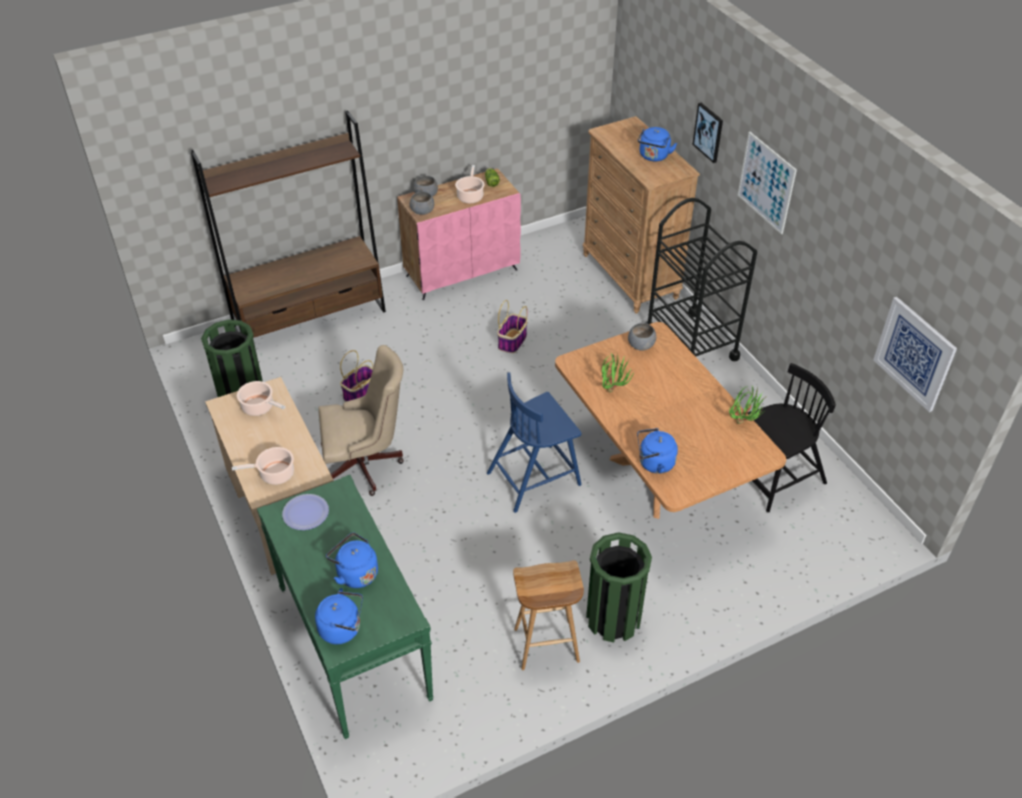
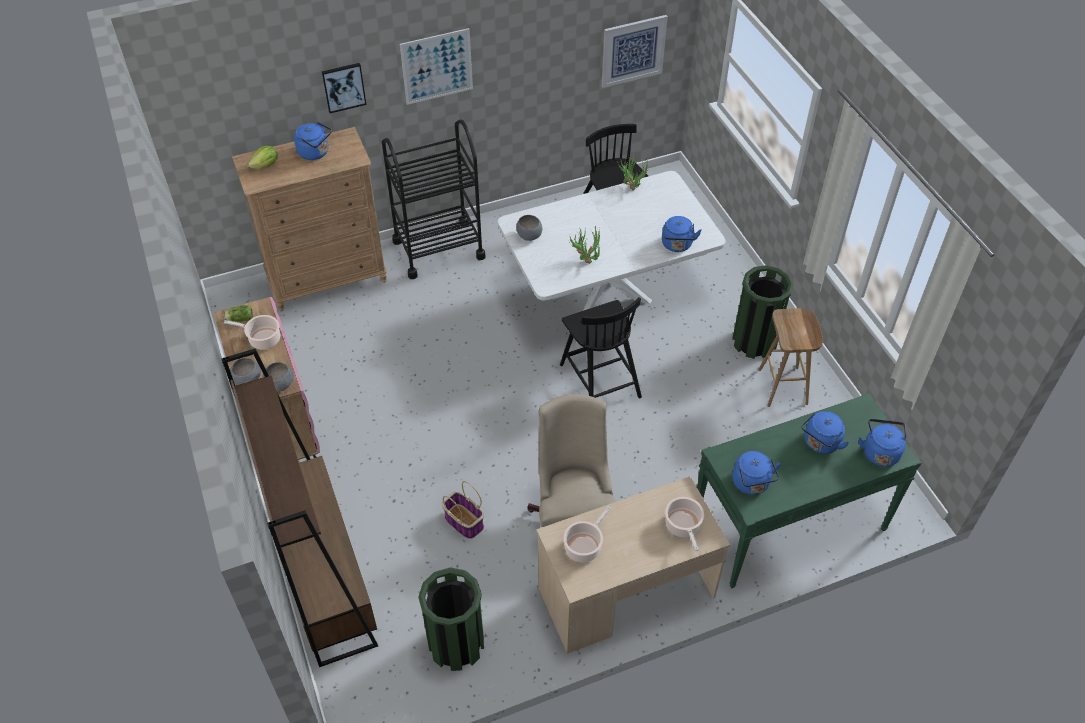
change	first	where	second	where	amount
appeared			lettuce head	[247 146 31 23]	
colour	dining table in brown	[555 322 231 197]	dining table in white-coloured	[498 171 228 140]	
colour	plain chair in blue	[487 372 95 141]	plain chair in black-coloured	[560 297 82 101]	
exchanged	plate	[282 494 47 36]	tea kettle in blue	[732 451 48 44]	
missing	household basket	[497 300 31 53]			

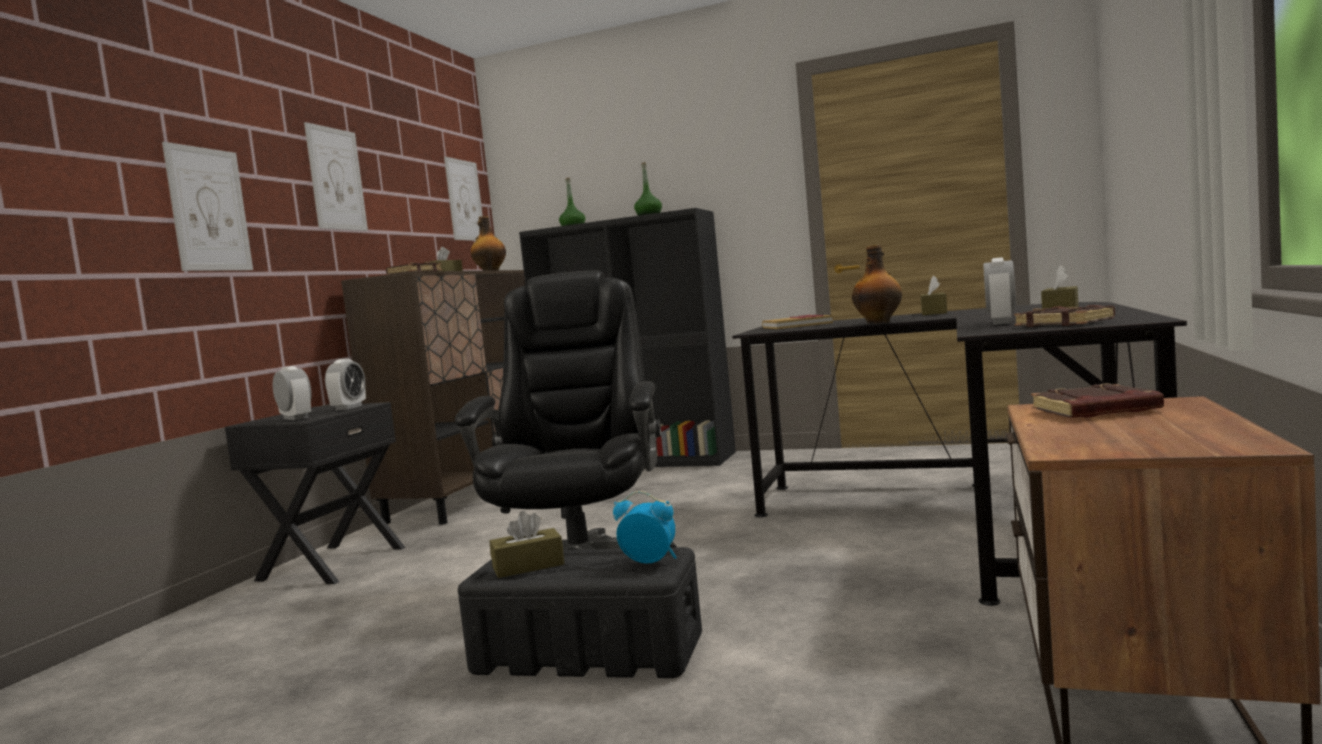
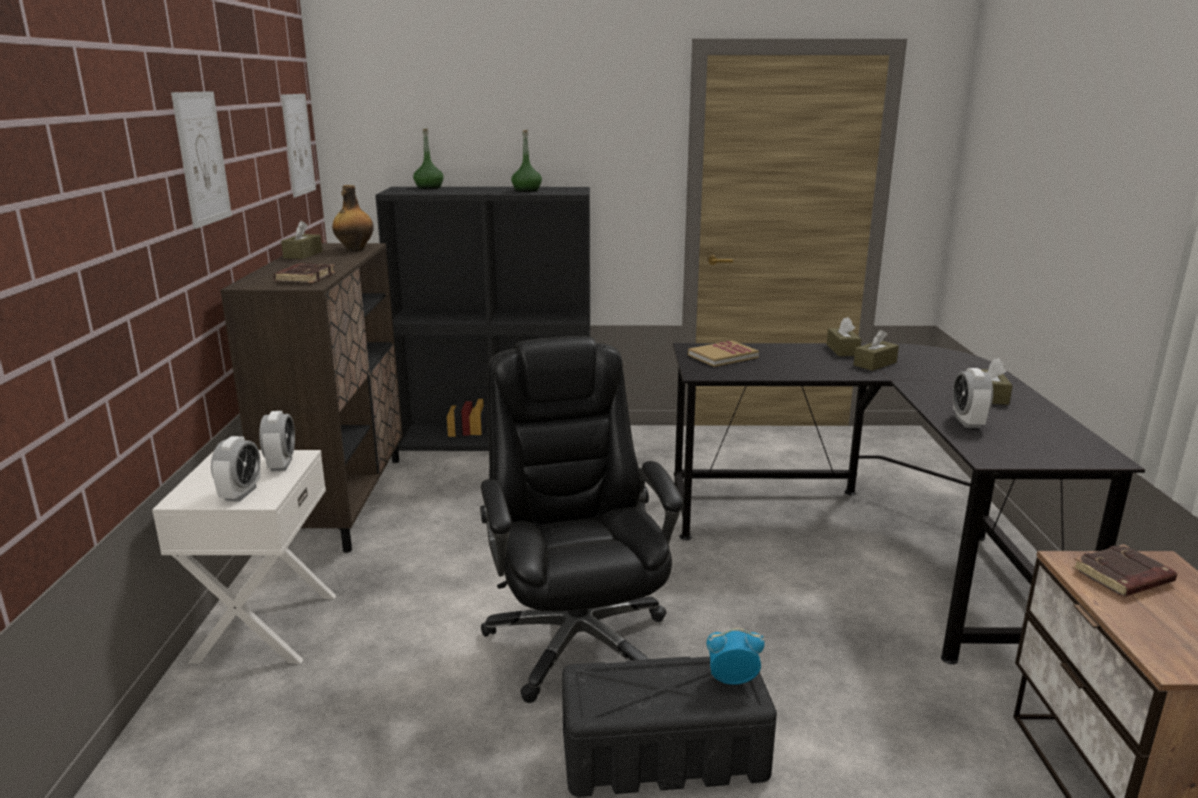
change	first	where	second	where	amount
colour	bedside table in black-coloured	[225 402 181 182]	bedside table in white-coloured	[152 450 184 214]	
spun	bedside clock	[273 366 39 54]		[211 436 50 66]	75 degrees clockwise
relocated	tissue box in brown	[490 511 75 67]		[853 330 46 41]	
missing	picture	[162 142 91 129]			
missing	drink bottle	[852 244 50 80]			
missing	bound book in brown	[1014 305 101 22]			

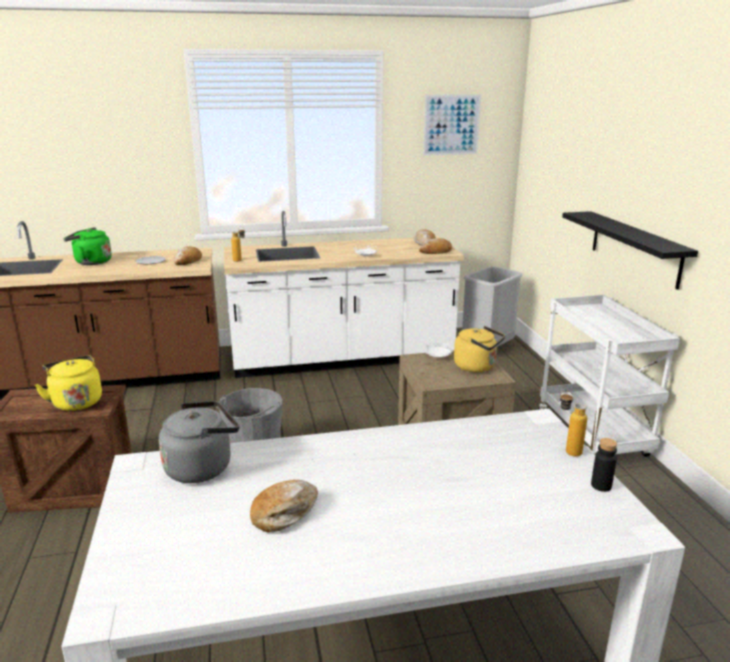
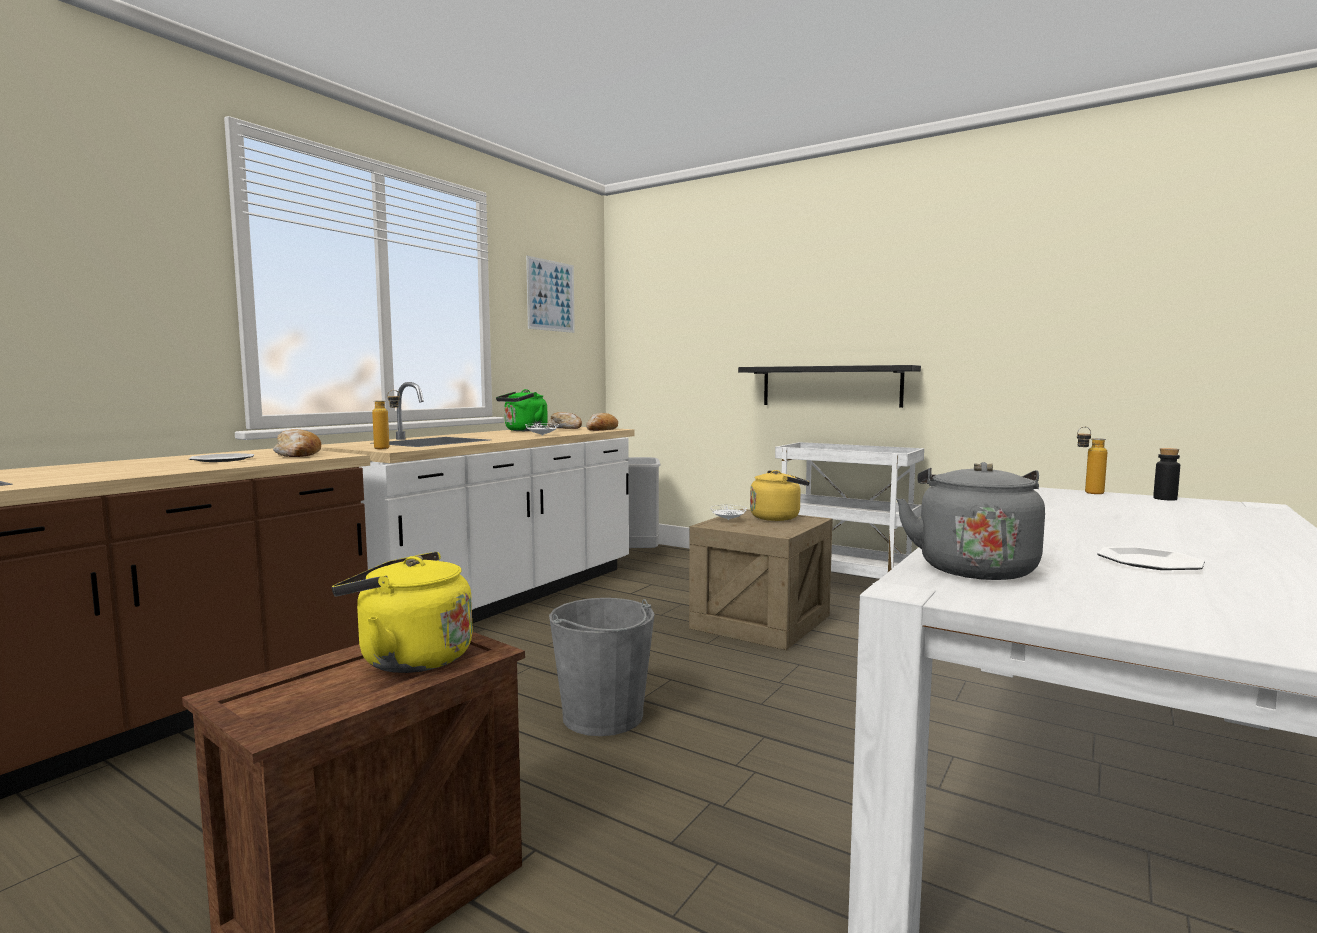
change	first	where	second	where	amount
relocated	tea kettle in green	[64 227 48 38]		[496 389 52 42]	
exchanged	bread	[250 480 68 52]	plate	[1097 546 108 24]	

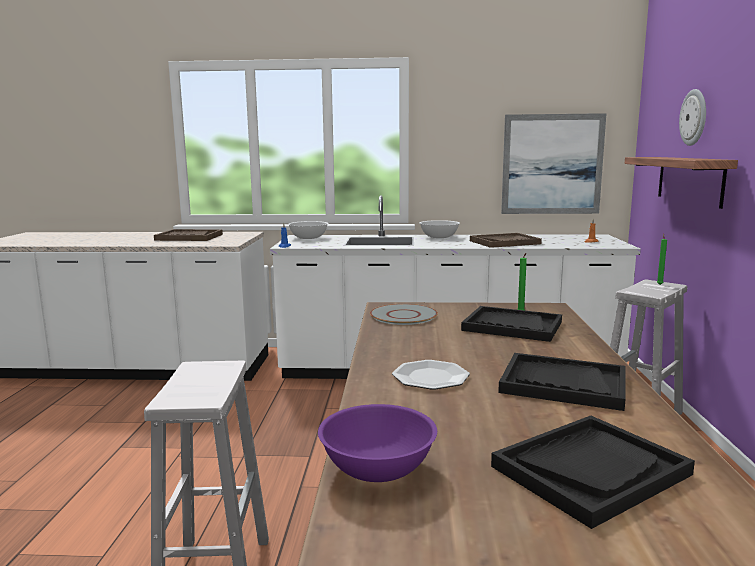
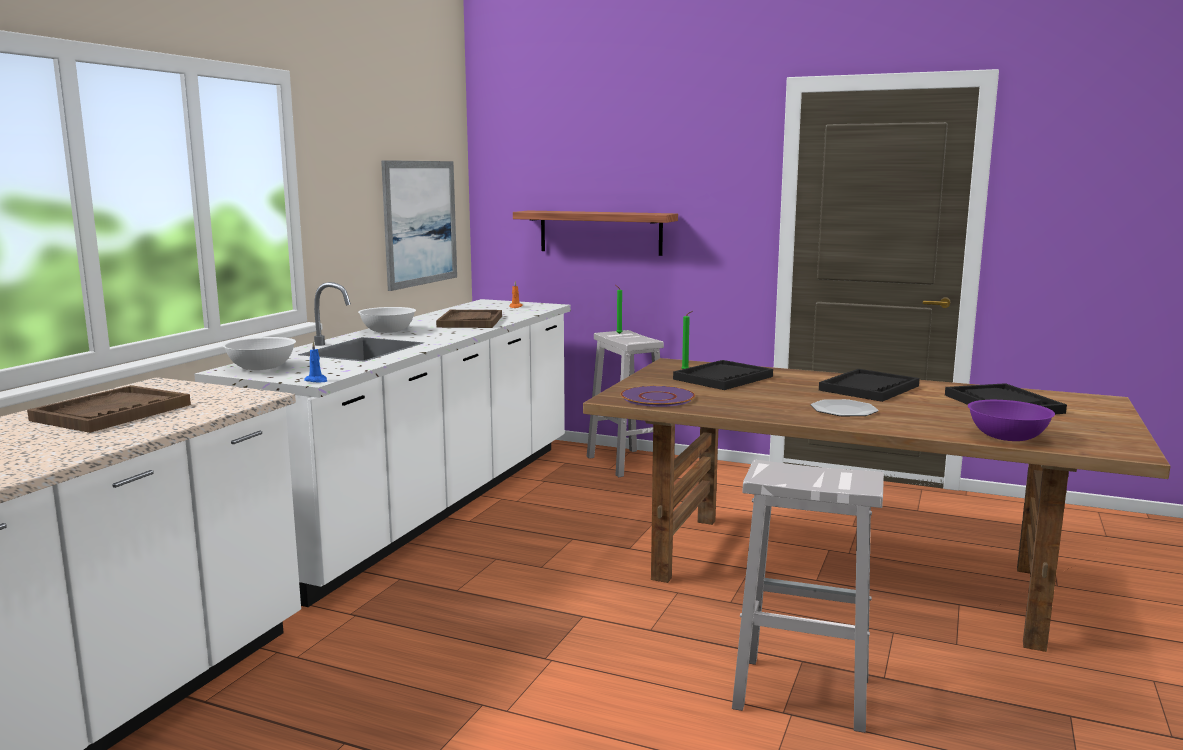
change	first	where	second	where	amount
colour	plate in greyish	[370 304 68 21]	plate in purplish	[620 386 75 21]	
missing	clock on the wall	[679 89 27 57]			

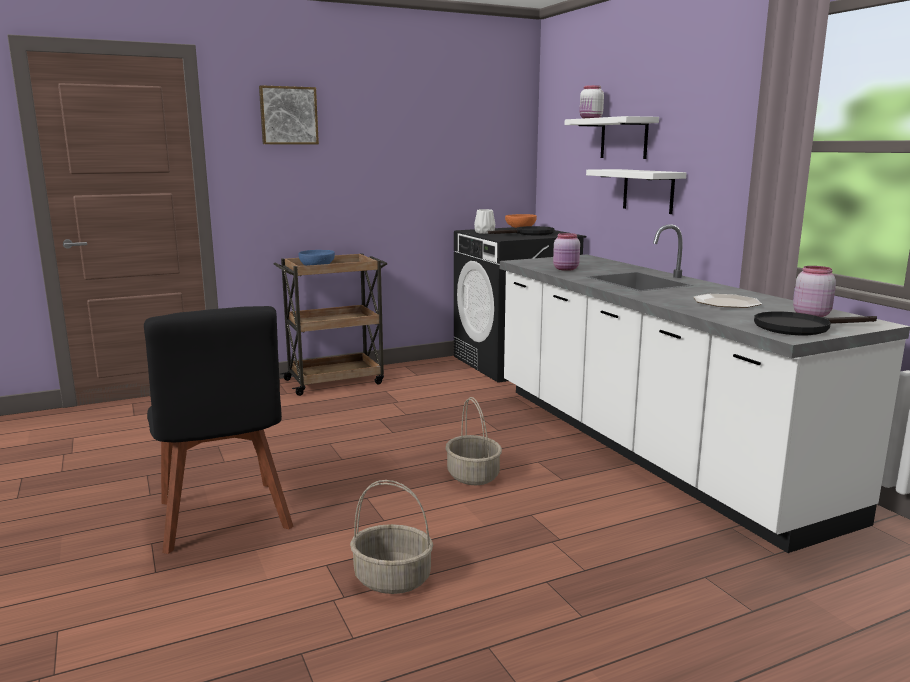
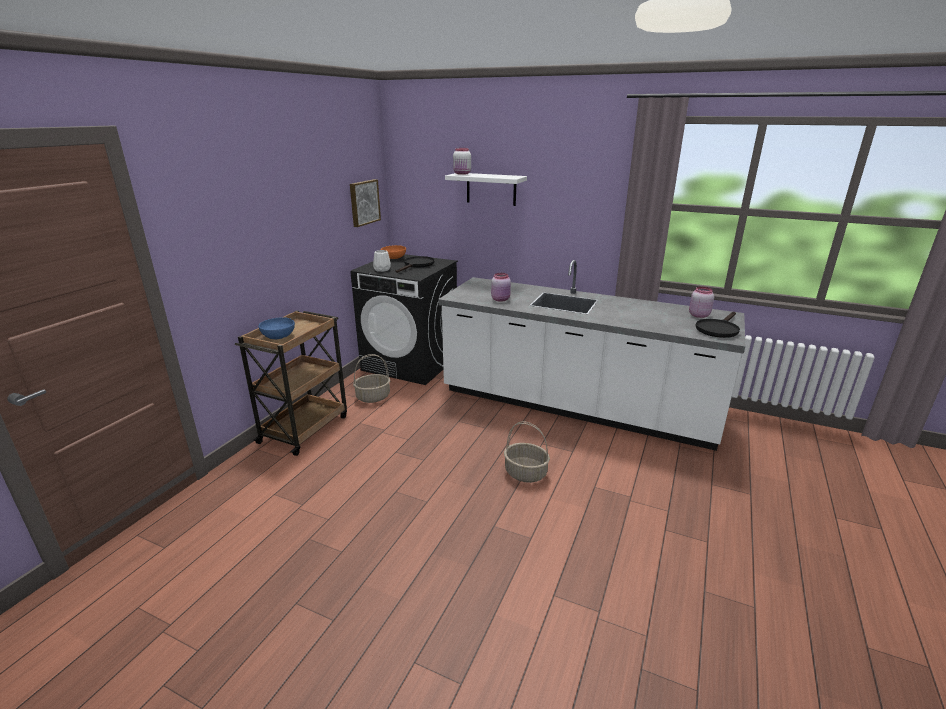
change	first	where	second	where	amount
relocated	picture	[259 85 60 59]		[350 179 31 48]	
relocated	household basket	[350 480 83 114]		[353 354 37 49]	
missing	plain chair in black-coloured	[144 306 150 248]			
missing	shelf in white-coloured	[586 169 100 45]			
missing	plate	[693 294 69 14]			

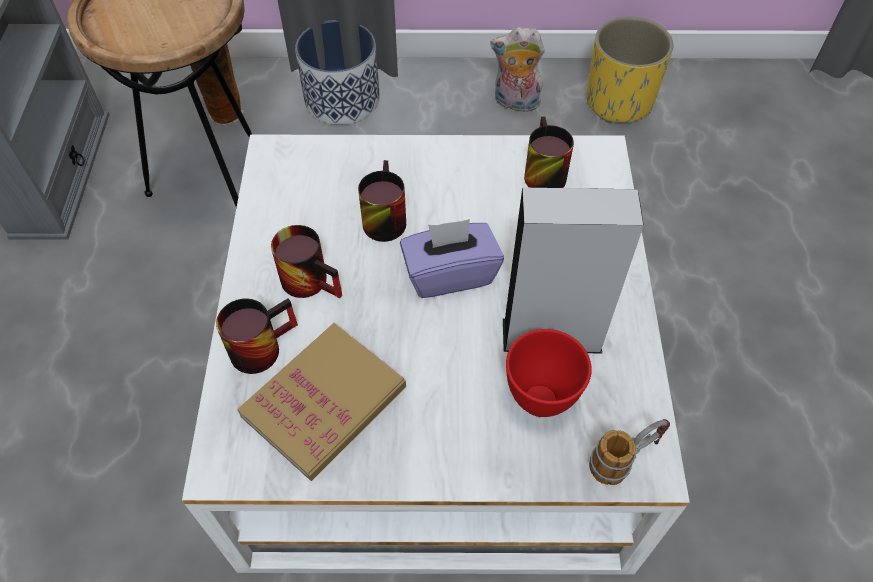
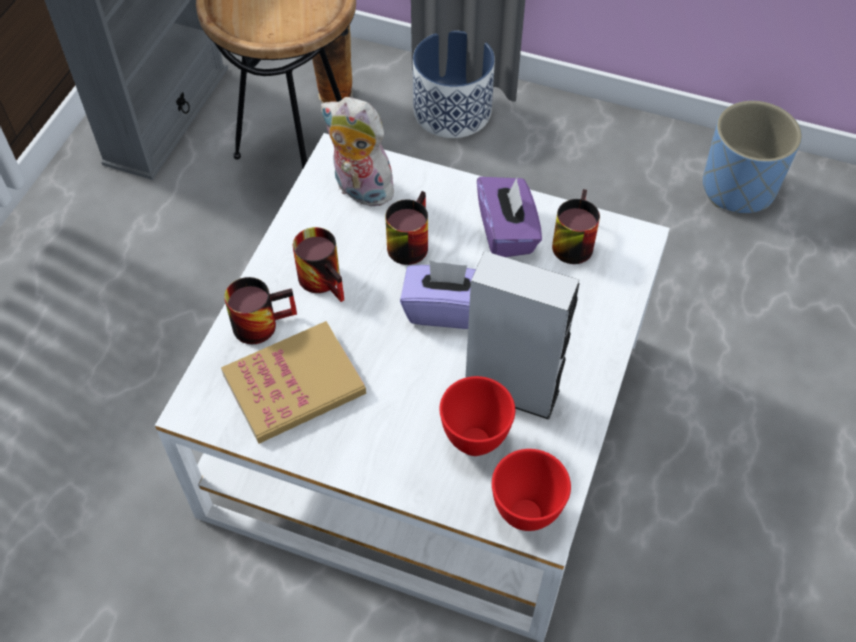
change	first	where	second	where	amount
relocated	plush toy	[490 27 55 88]		[321 97 76 111]	
appeared			tissue box in purplish	[477 177 65 80]	
exchanged	coffee mug	[589 419 81 66]	deep dish in reddish	[492 449 79 82]	
colour	plant pot in yellowish	[586 16 87 107]	plant pot in blue	[703 101 99 112]	

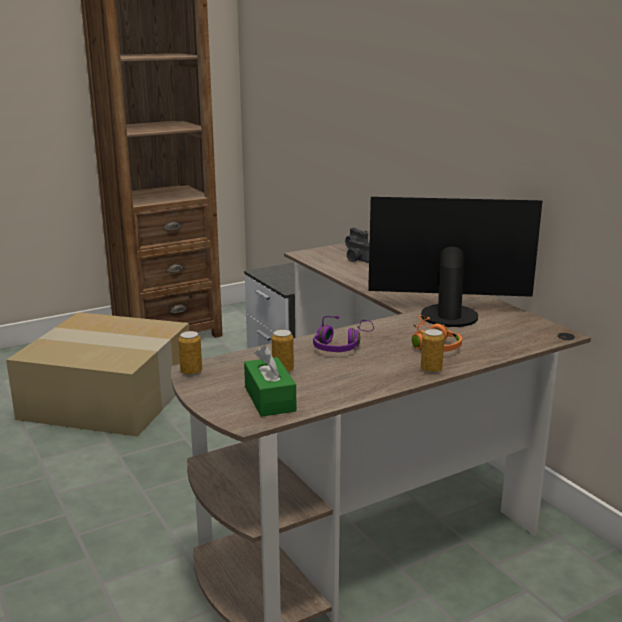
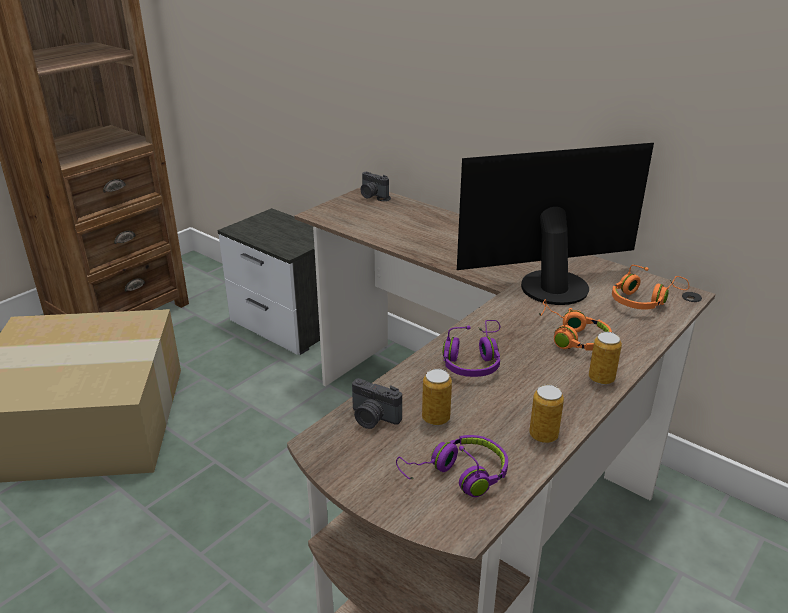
change	first	where	second	where	amount
relocated	photo camera	[347 240 23 23]		[352 378 50 51]	
exchanged	tissue box in green	[244 346 52 71]	headphones in purplish	[396 435 112 62]	
relocated	can	[178 331 24 45]		[529 385 35 58]	
appeared			headphones in orangey	[612 265 77 44]	

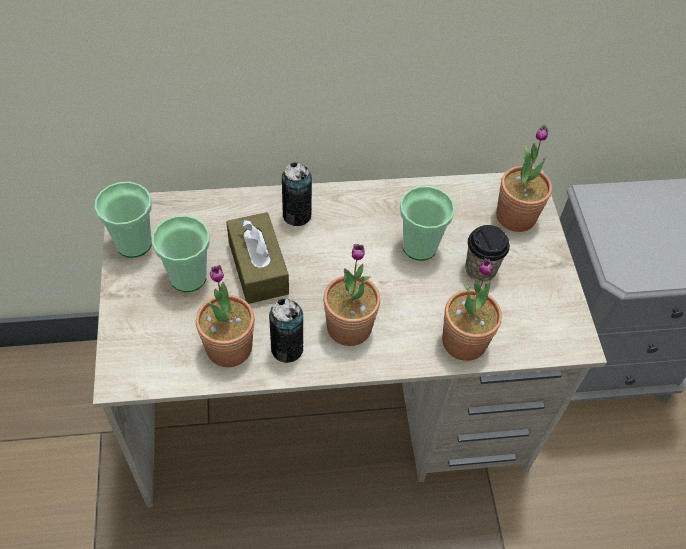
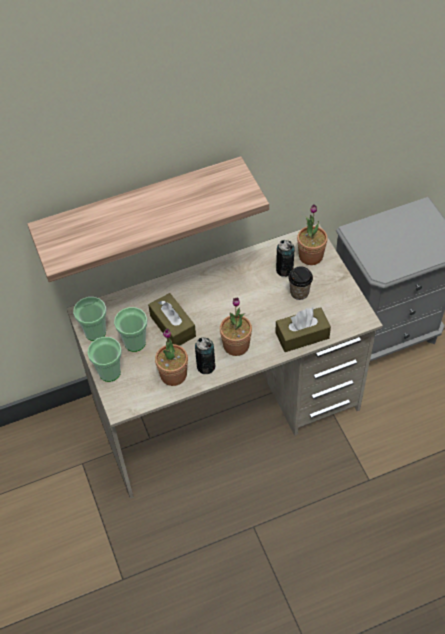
change	first	where	second	where	amount
appeared			shelf	[27 156 242 126]	
relocated	cup	[400 186 55 75]		[88 337 34 45]	
exchanged	houseplant	[442 258 60 103]	tissue box in brown	[275 307 56 45]	
relocated	can	[282 162 30 64]		[276 240 19 37]	

